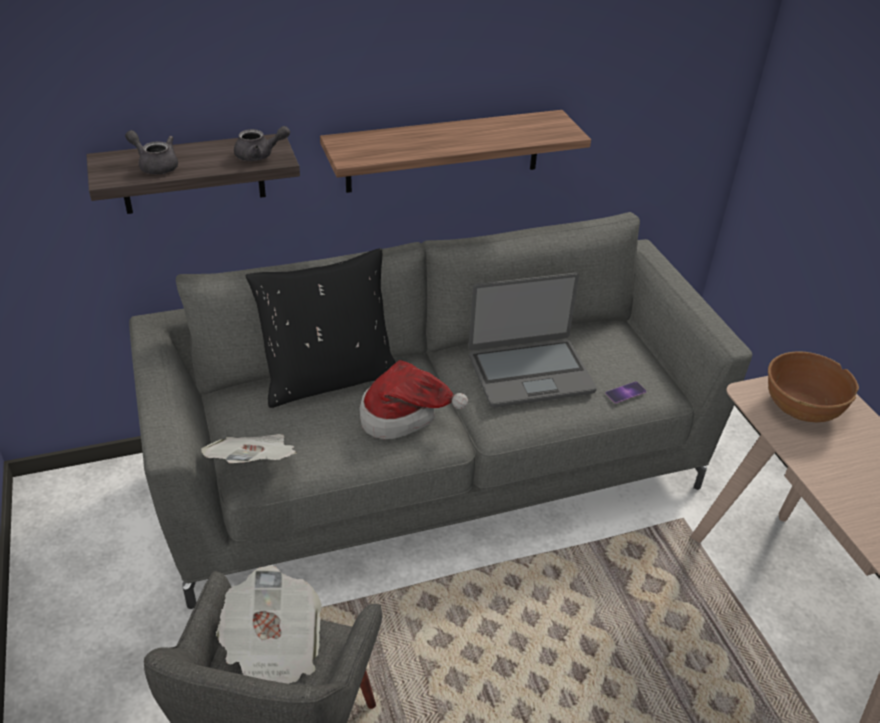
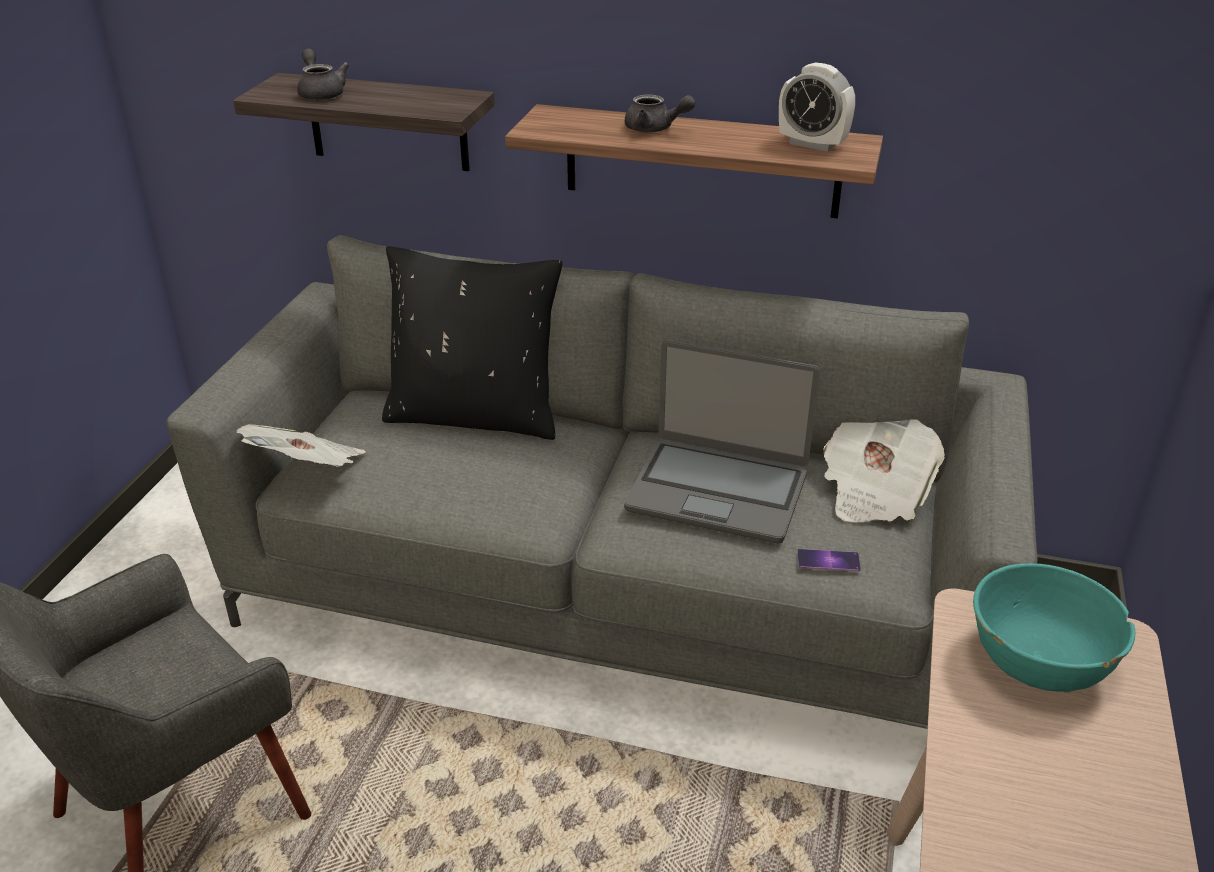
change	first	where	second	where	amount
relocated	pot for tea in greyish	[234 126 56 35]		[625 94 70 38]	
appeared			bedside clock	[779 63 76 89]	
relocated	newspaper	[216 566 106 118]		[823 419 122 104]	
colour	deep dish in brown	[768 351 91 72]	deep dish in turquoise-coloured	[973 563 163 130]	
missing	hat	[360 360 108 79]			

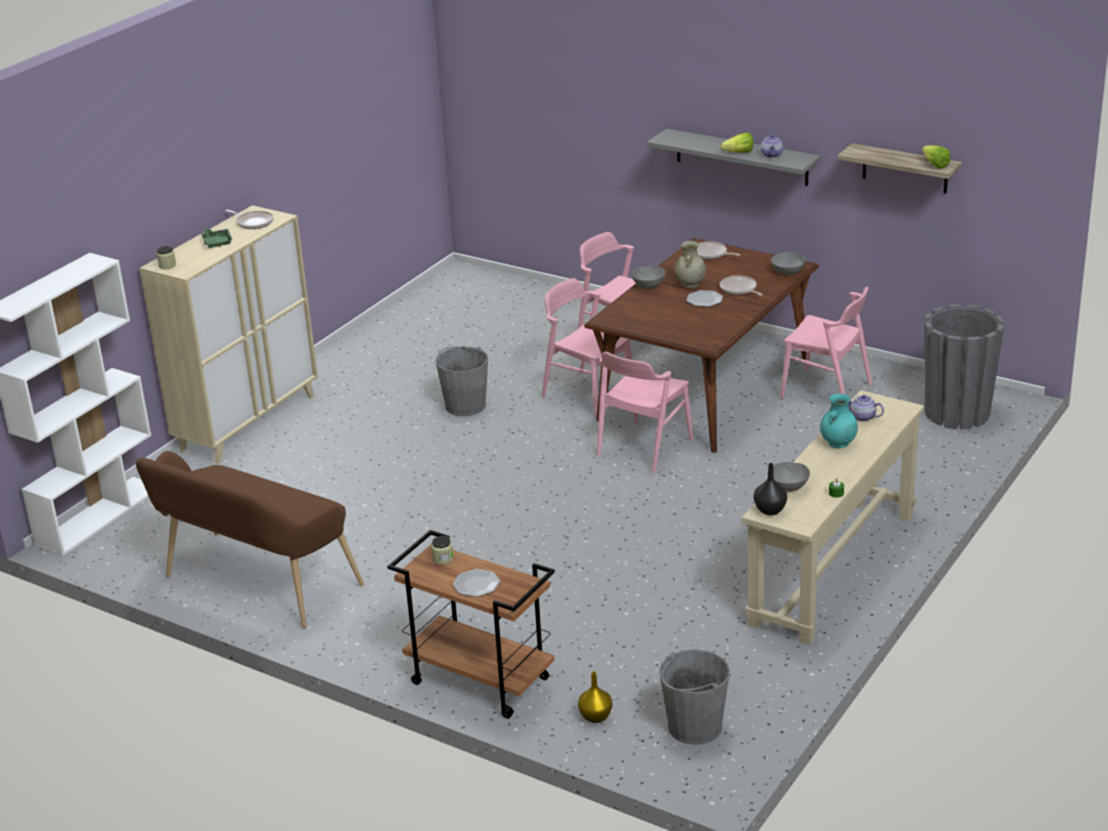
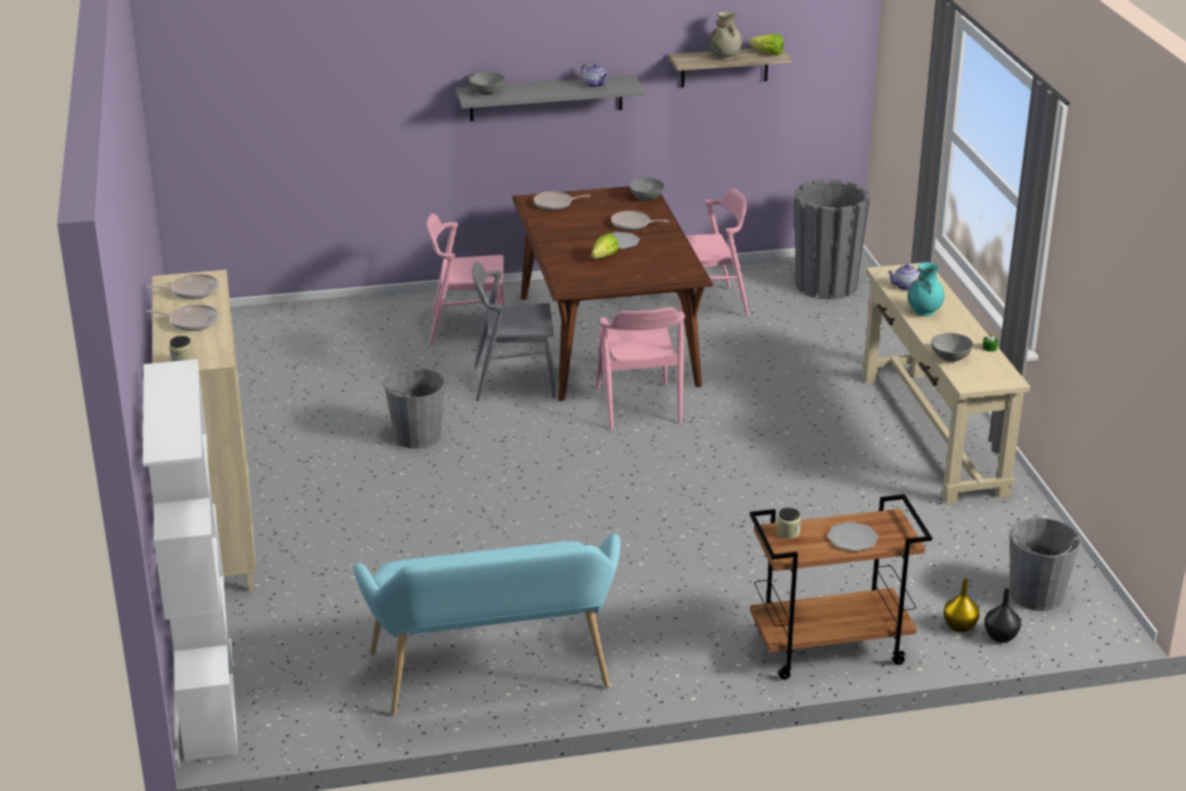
change	first	where	second	where	amount
exchanged	serving tray in green	[201 229 31 19]	frying pan	[146 305 73 26]	
colour	bench in brown	[136 451 228 177]	bench in turquoise-coloured	[353 533 268 182]	
relocated	deep dish in greyish	[631 266 35 23]		[469 72 36 23]	
colour	plain chair in pinkish	[542 278 90 139]	plain chair in greyish	[472 262 84 139]	
relocated	lettuce head	[720 133 33 20]		[591 233 28 26]	
relocated	vase in sand-coloured	[675 241 31 47]		[709 11 33 49]	
relocated	vase in black-coloured	[754 463 33 52]		[984 588 37 55]	

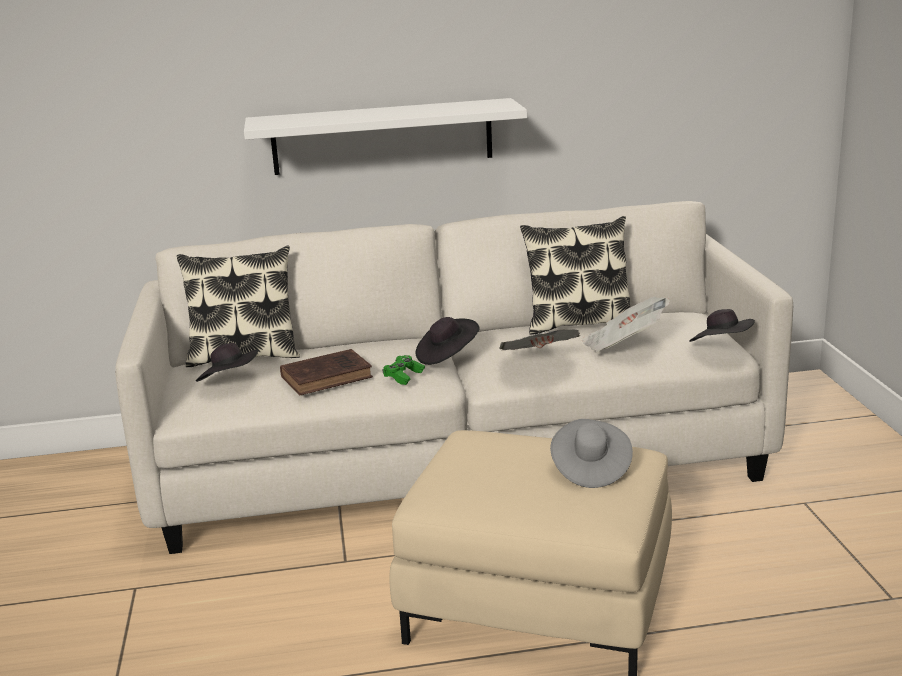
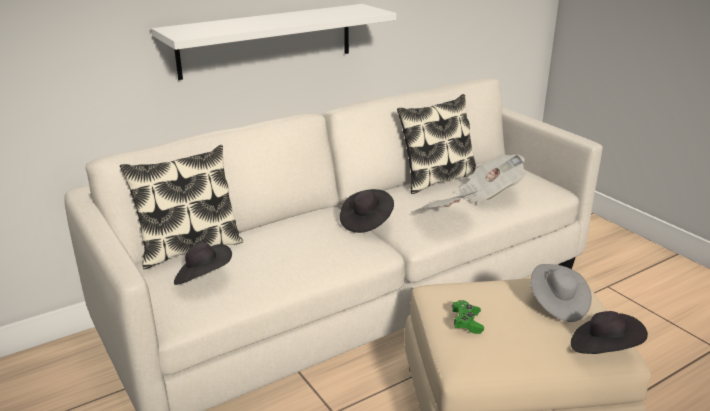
change	first	where	second	where	amount
relocated	gamepad in green	[382 355 43 30]		[452 300 32 34]	
relocated	hat in black-coloured	[689 309 66 33]		[571 311 77 43]	
missing	bound book in brown	[280 349 93 46]			

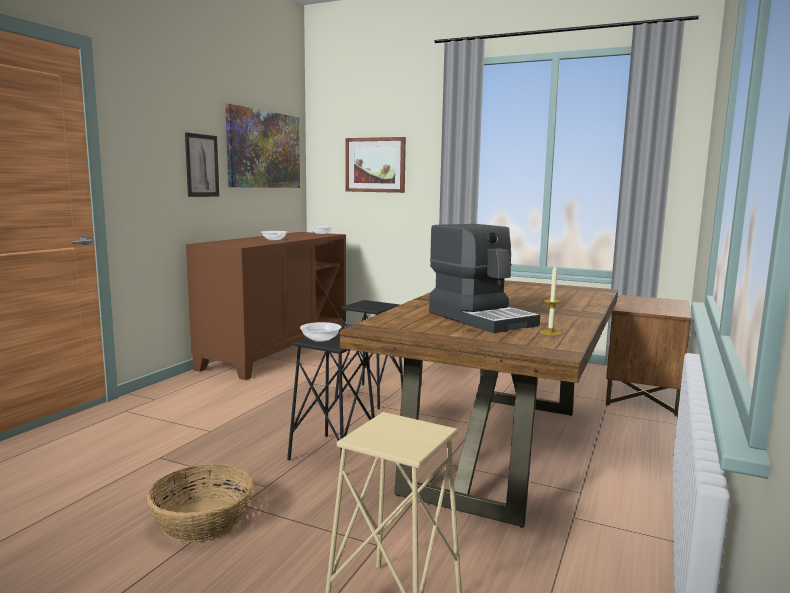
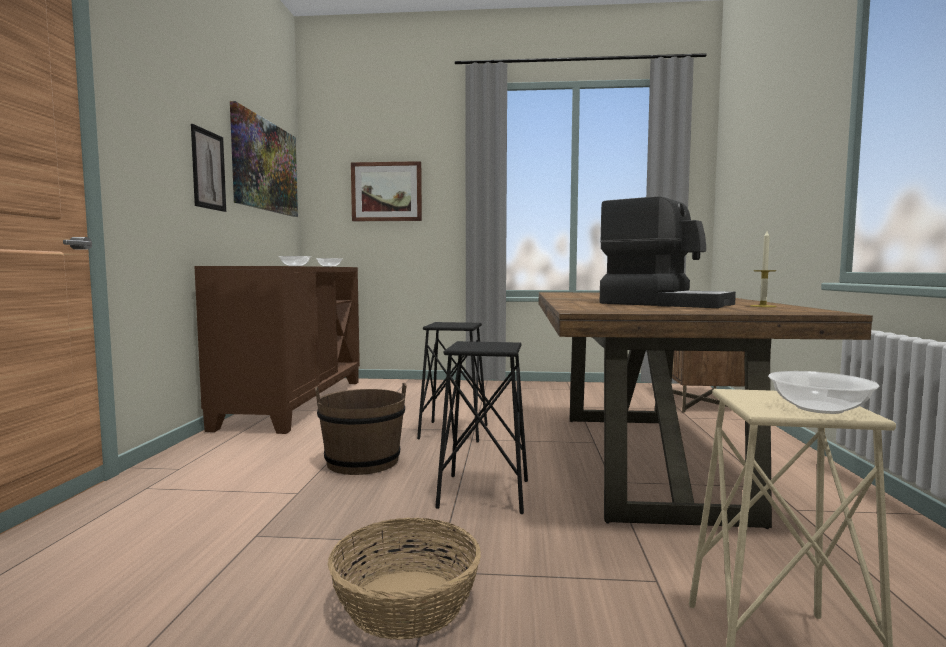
change	first	where	second	where	amount
appeared			bucket in brown	[315 383 92 92]	
relocated	deep dish	[300 322 41 20]		[768 371 111 43]	

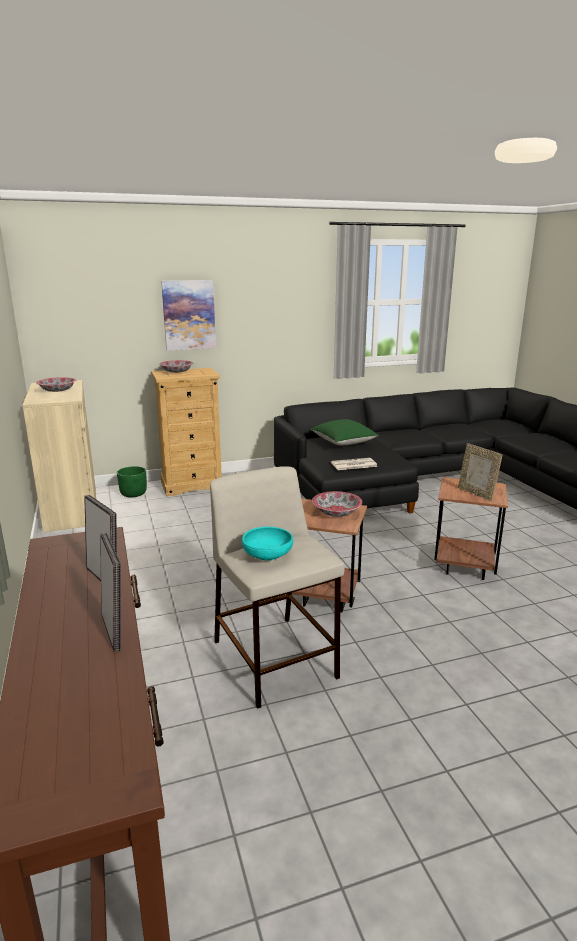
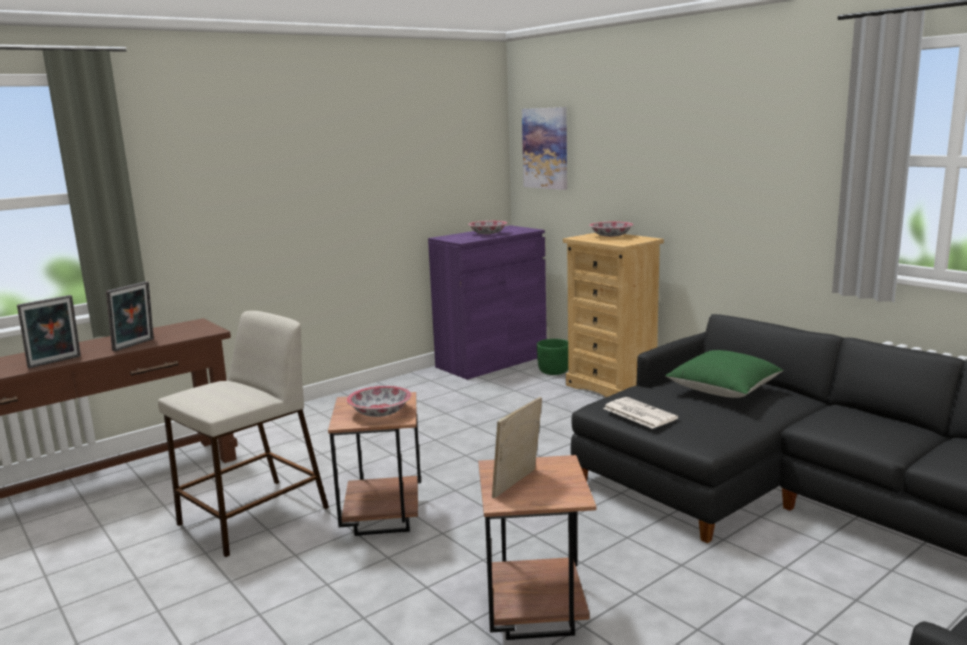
change	first	where	second	where	amount
colour	storage cabinet in sand-coloured	[22 380 74 152]	storage cabinet in purplish	[428 225 119 155]	
relocated	picture	[161 280 55 71]		[522 107 45 83]	
missing	deep dish in turquoise-coloured	[242 527 51 34]			

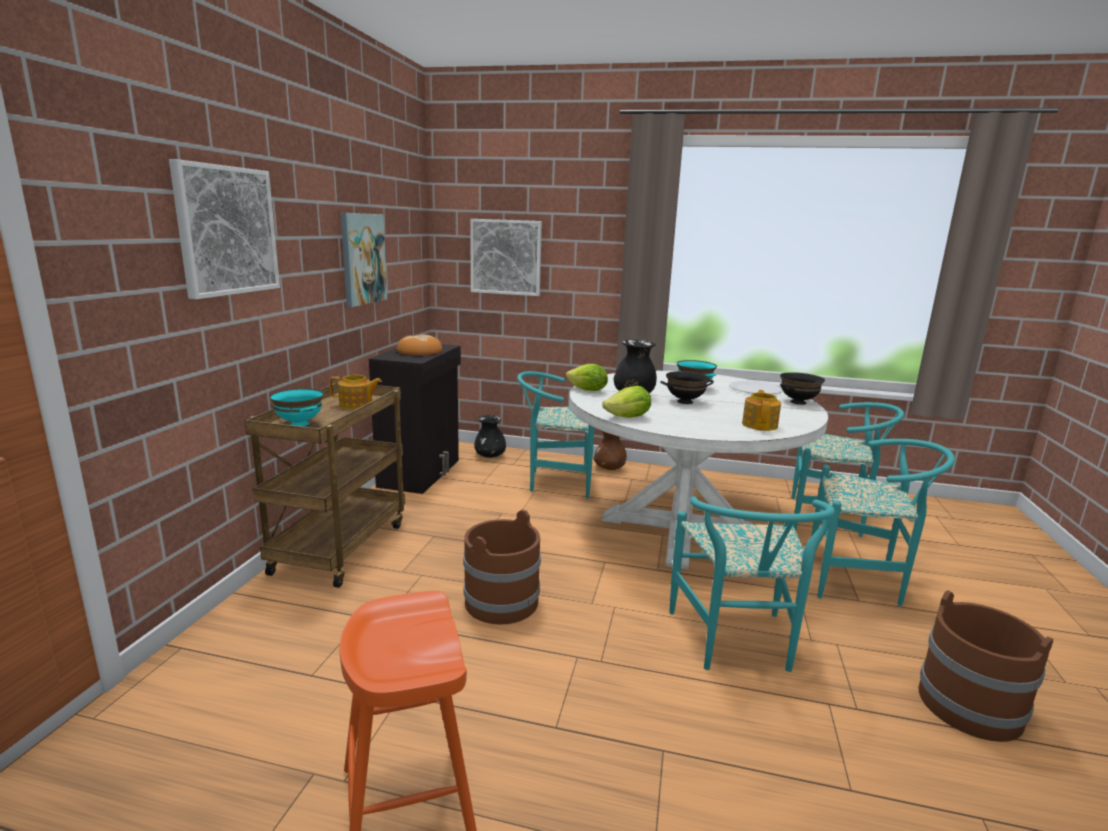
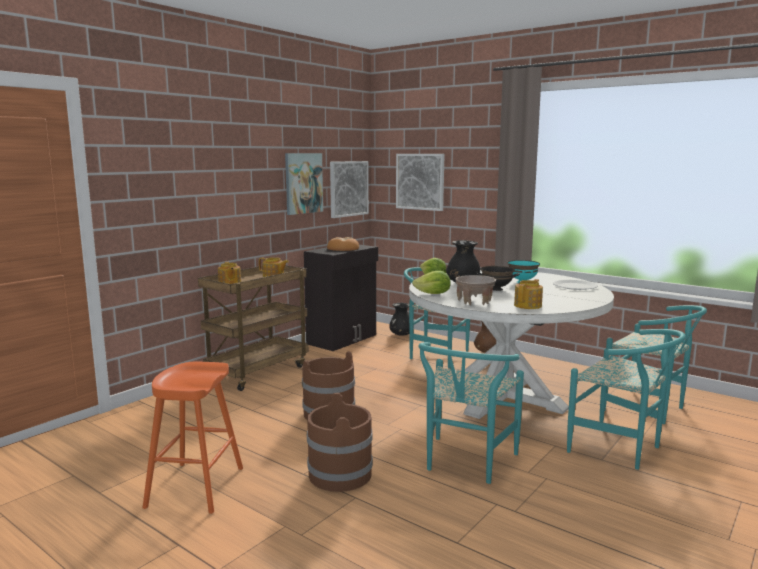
change	first	where	second	where	amount
exchanged	deep dish in turquoise-coloured	[270 388 54 39]	pot for tea	[218 262 23 22]	
relocated	bucket in brown	[919 590 134 152]		[307 393 66 99]	
relocated	picture	[169 159 111 140]		[330 161 39 57]	
appeared			deep dish in sand-coloured	[455 275 41 30]	
missing	deep dish in black-coloured	[780 372 45 33]			

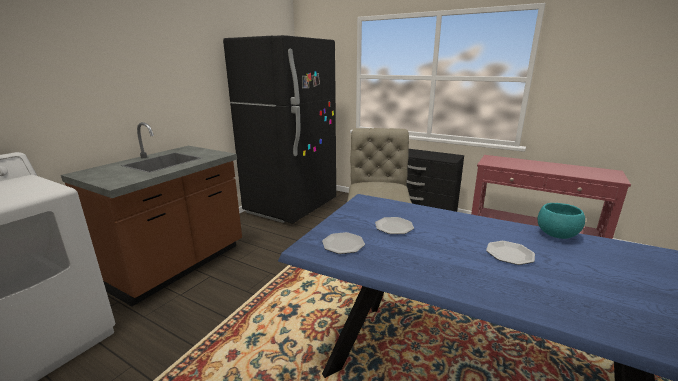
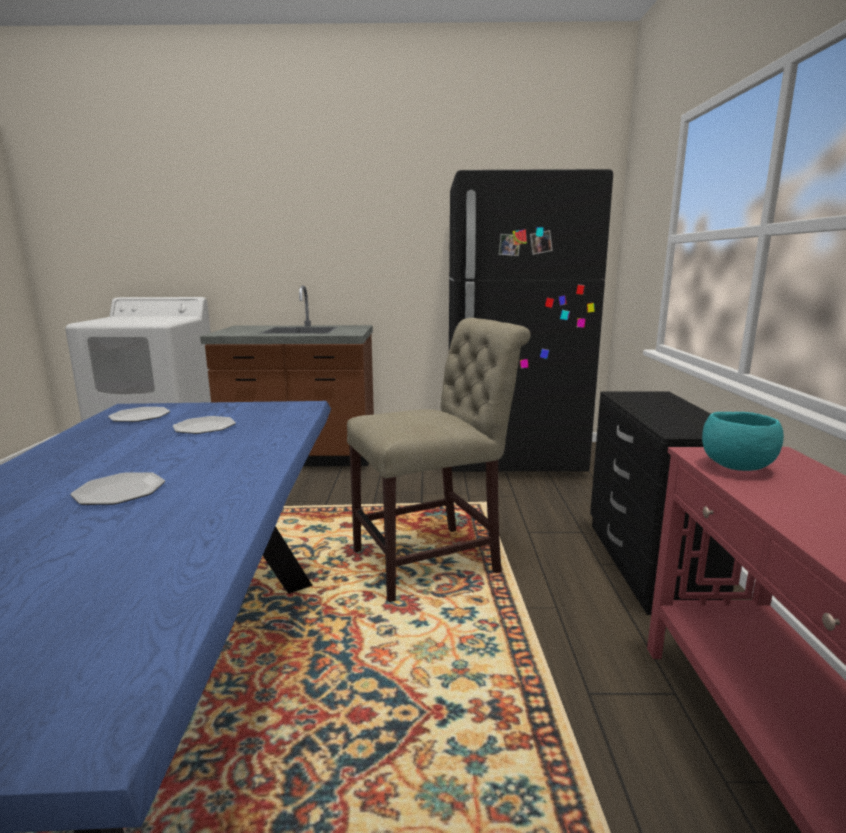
change	first	where	second	where	amount
relocated	deep dish in turquoise-coloured	[538 203 47 36]		[702 412 82 59]	

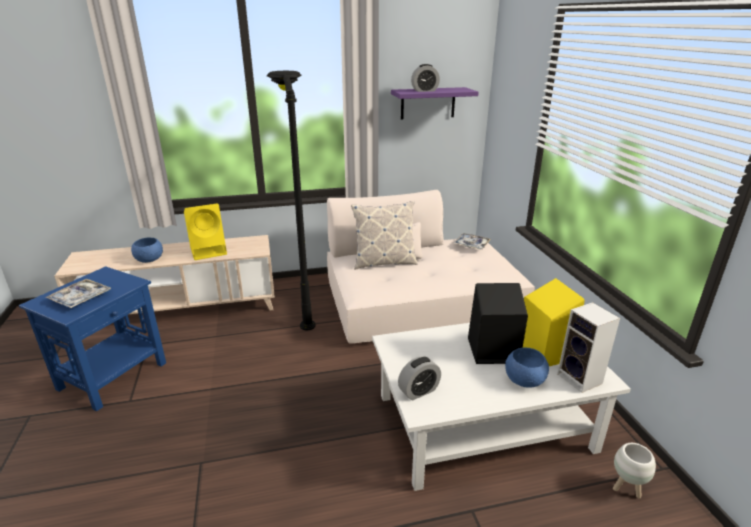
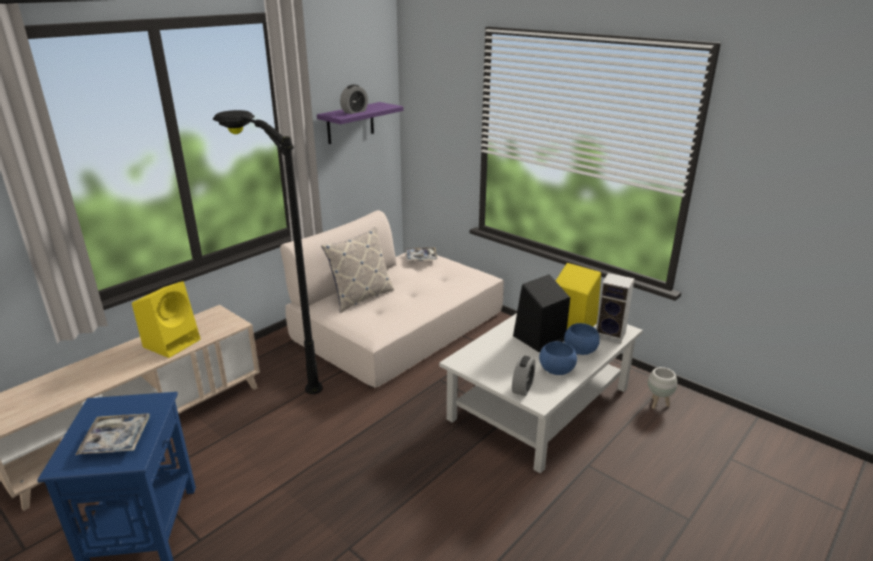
change	first	where	second	where	amount
relocated	deep dish in blue	[131 238 32 25]		[539 341 38 34]	

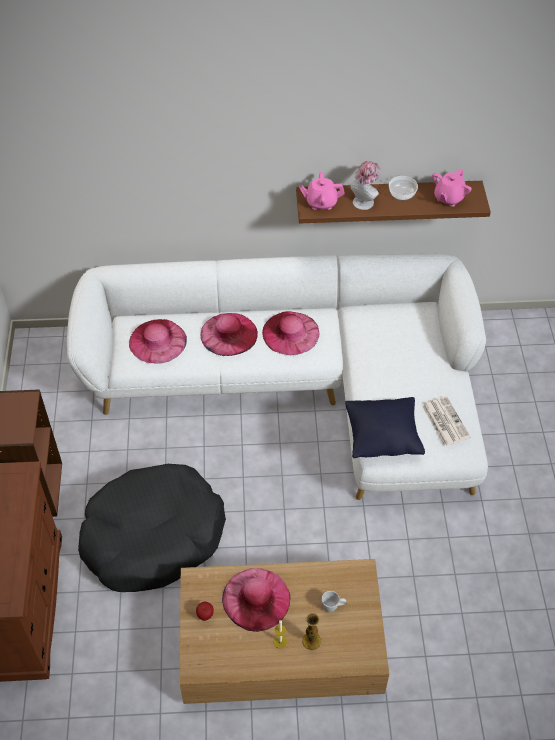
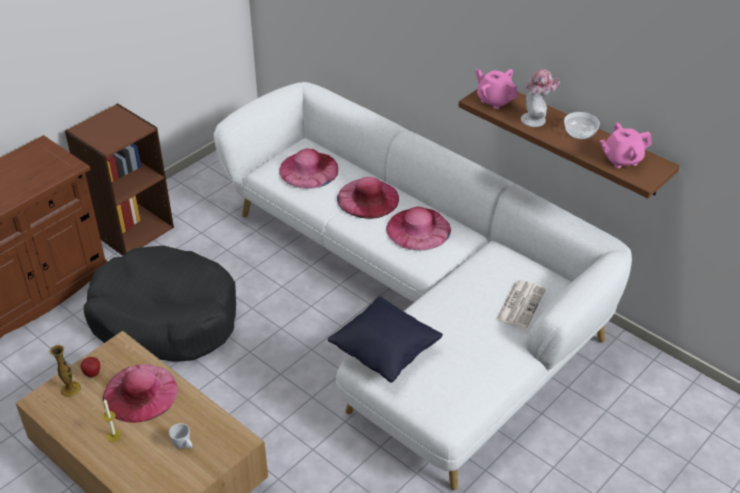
change	first	where	second	where	amount
relocated	vase	[302 613 19 38]		[50 345 31 52]	
relocated	newspaper	[421 396 50 51]		[496 280 50 49]	

